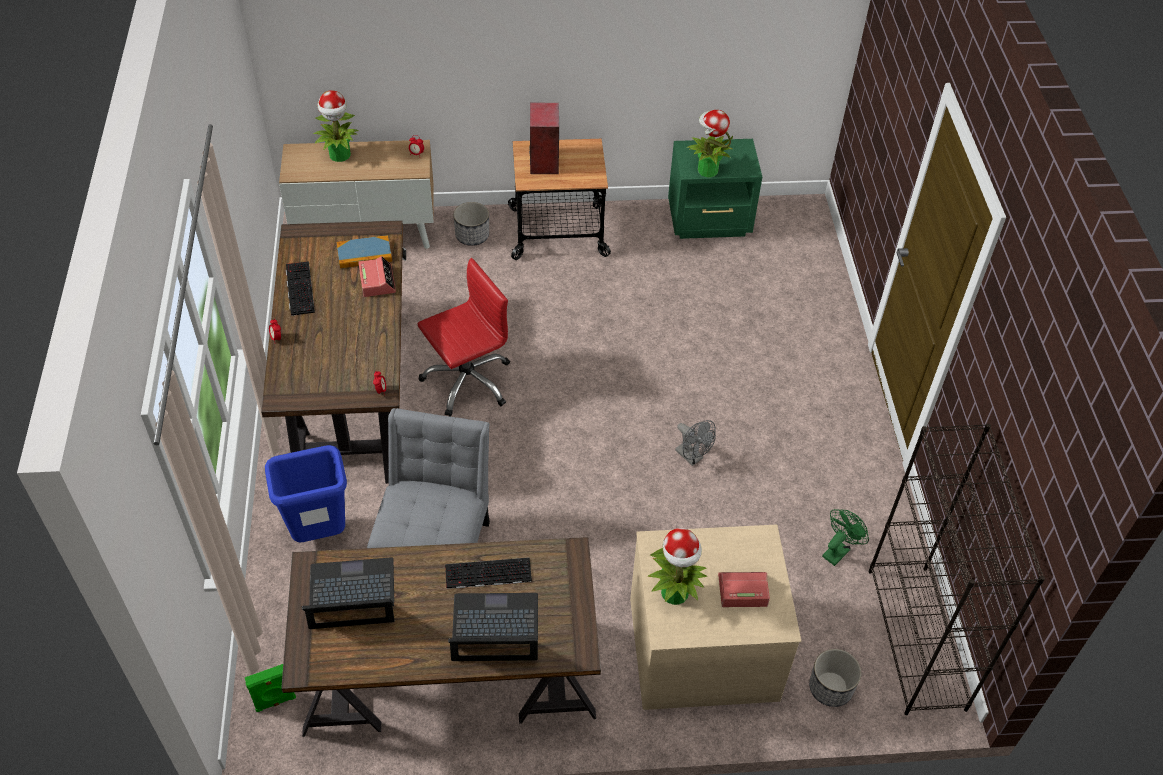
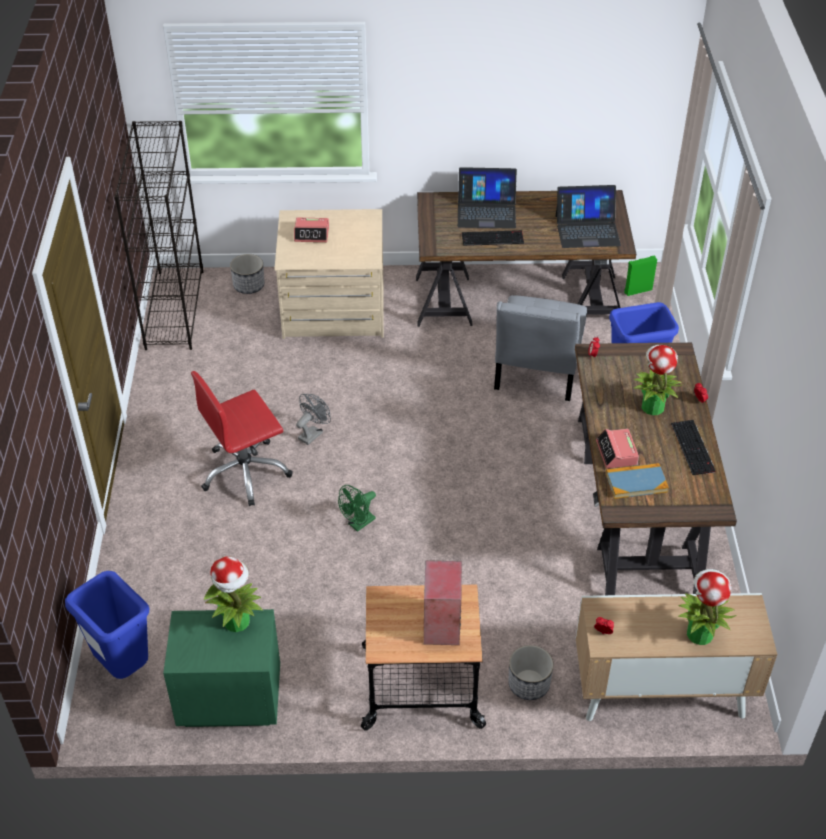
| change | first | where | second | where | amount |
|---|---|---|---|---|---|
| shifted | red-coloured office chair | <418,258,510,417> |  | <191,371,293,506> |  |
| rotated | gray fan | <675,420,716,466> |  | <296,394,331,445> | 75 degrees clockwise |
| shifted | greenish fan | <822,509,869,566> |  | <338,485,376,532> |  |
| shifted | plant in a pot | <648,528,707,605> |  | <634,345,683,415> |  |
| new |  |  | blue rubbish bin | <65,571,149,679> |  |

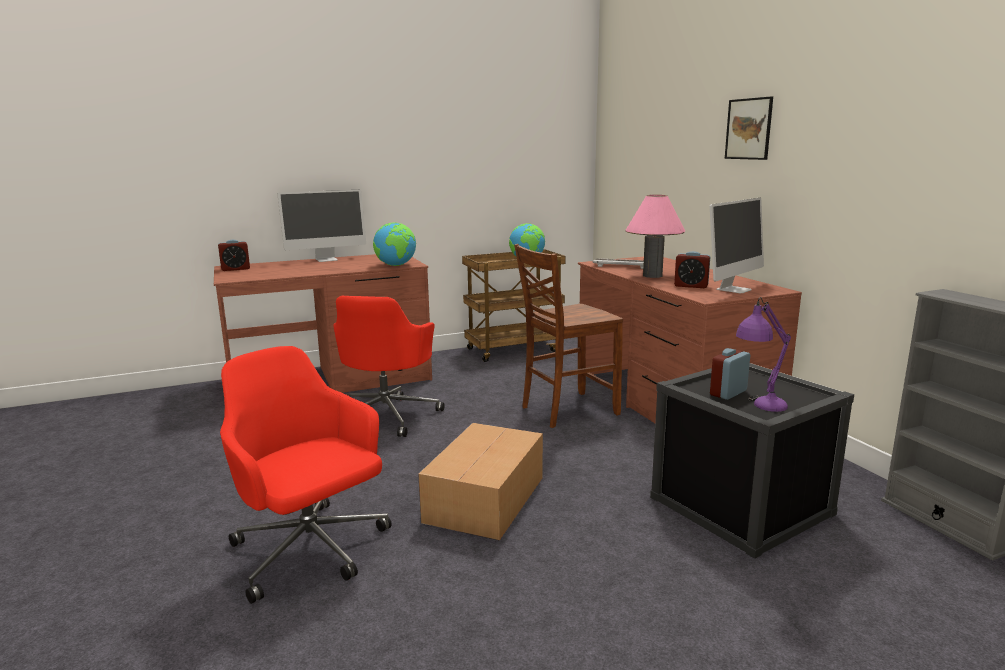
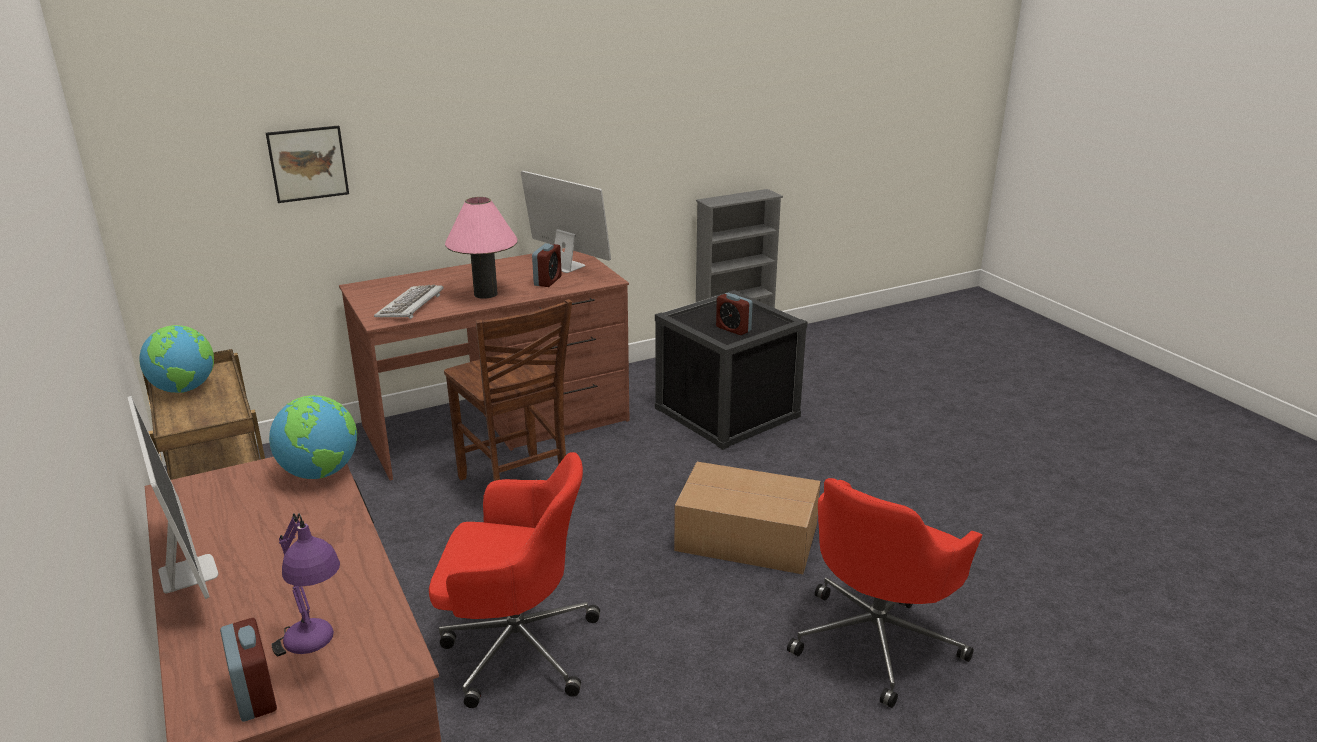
| change | first | where | second | where | amount |
|---|---|---|---|---|---|
| shifted | picture | <725,96,773,160> |  | <266,125,349,203> |  |
| shifted | purplish tabletop lamp | <736,297,791,412> |  | <272,513,340,657> |  |

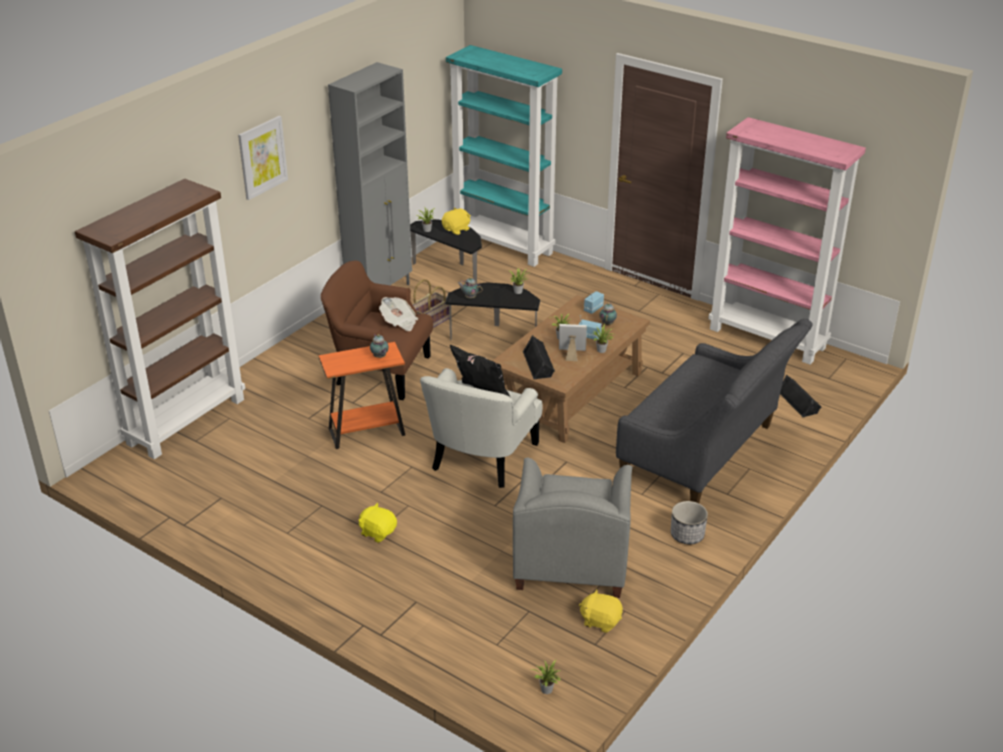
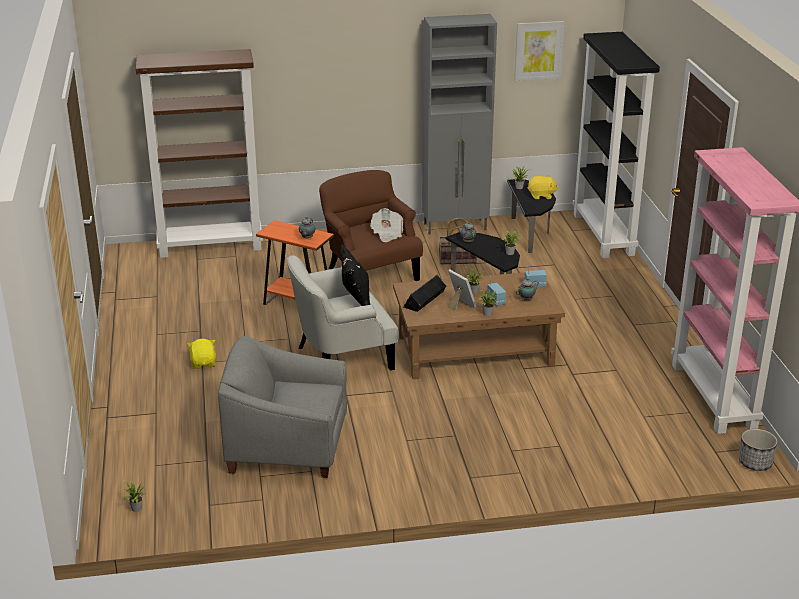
| change | first | where | second | where | amount |
|---|---|---|---|---|---|
| repainted | blue-green bookshelf | <446,45,562,267> | blackish bookshelf | <572,32,660,258> |  |
| shifted | picture | <238,116,288,200> |  | <514,21,565,81> |  |
| gone | gray settee | <616,319,813,503> |  |  |  |
| gone | blackish audio speaker | <780,375,821,417> |  |  |  |
| rotated | gray lounge chair | <513,458,633,598> |  | <218,336,347,478> | 45 degrees clockwise |
| shifted | planter | <671,501,708,544> |  | <739,429,778,471> |  |
| gone | yellow-coloured soft toy | <579,589,623,633> |  |  |  |

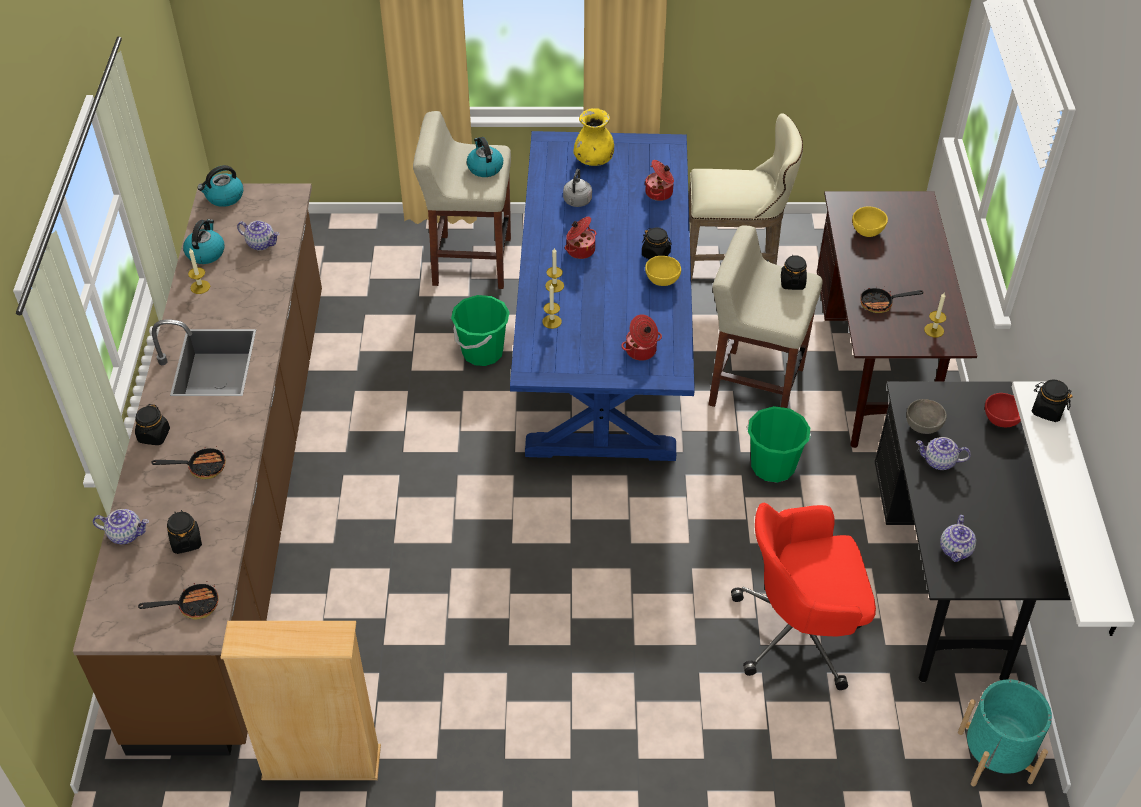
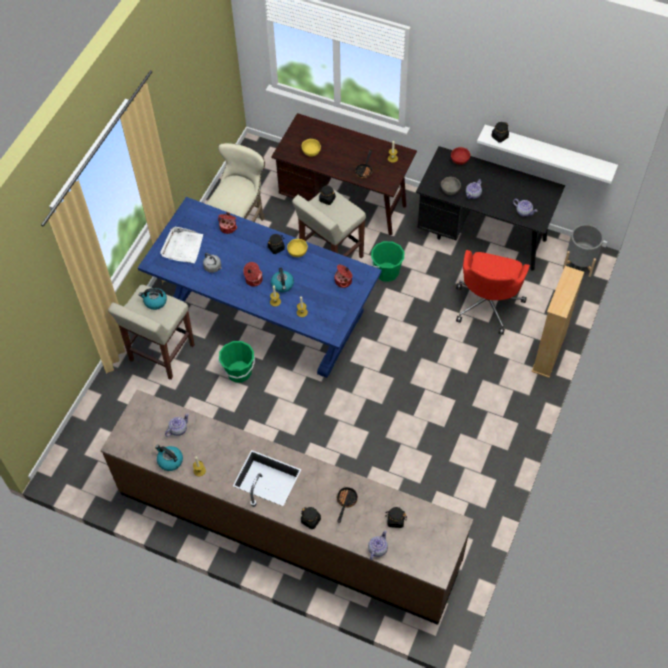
| change | first | where | second | where | amount |
|---|---|---|---|---|---|
| swapped | yellow-coloured flower vase | <573,108,614,166> | white carrying tray | <160,227,203,263> |  |
| shifted | water kettle | <198,165,243,207> |  | <271,268,294,292> |  |
| gone | skillet | <138,581,218,620> |  |  |  |
| shifted | beige bookshelf | <220,621,381,780> |  | <531,266,584,378> |  |
| repainted | blue-green planter | <958,679,1052,786> | gray planter | <563,224,604,277> |  |

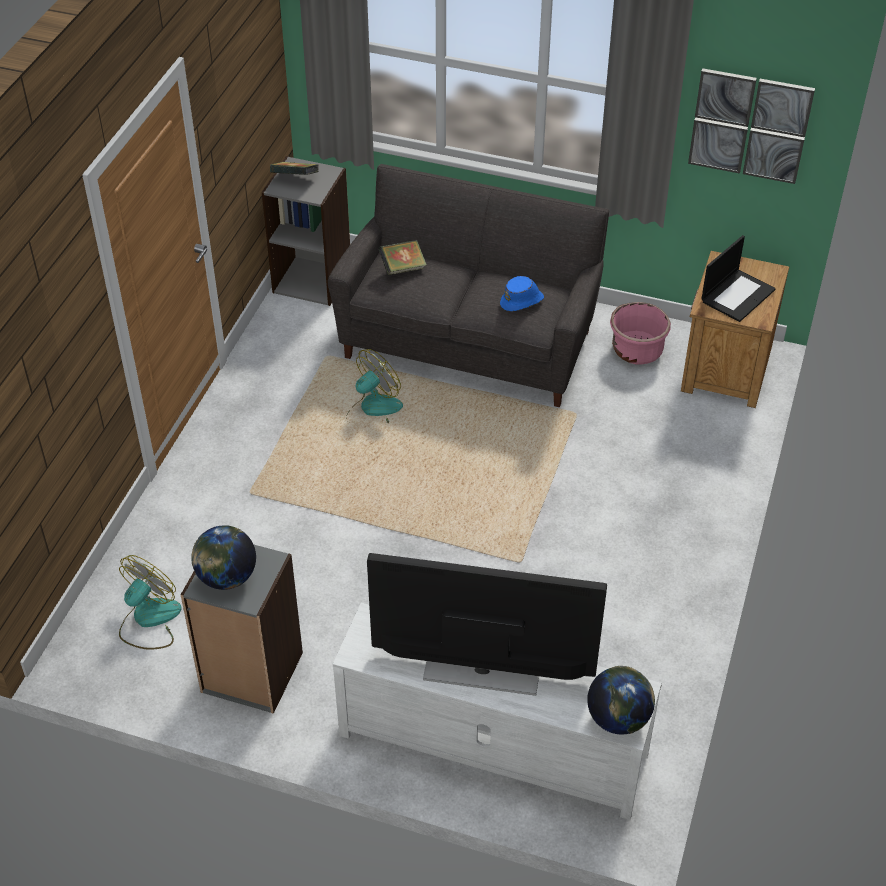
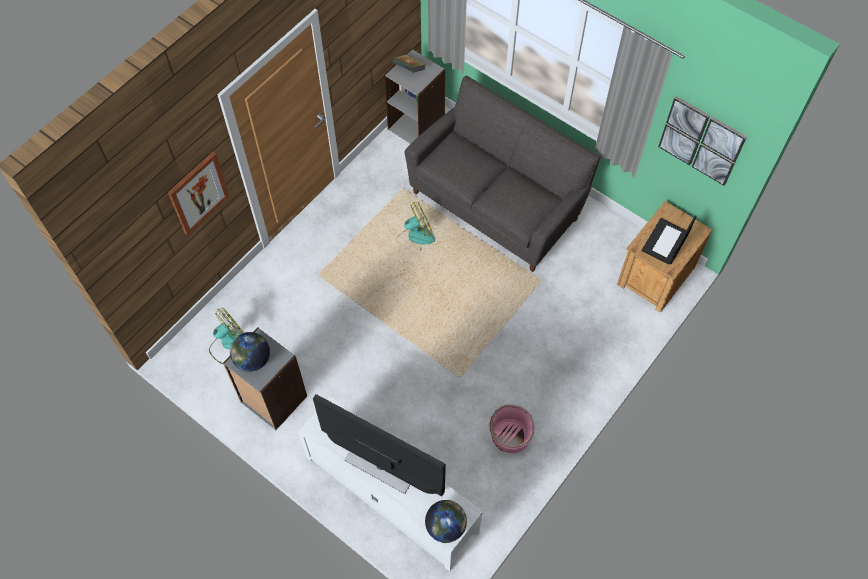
| change | first | where | second | where | amount |
|---|---|---|---|---|---|
| rotated | portable computer | <701,235,776,322> |  | <641,215,697,264> | 150 degrees clockwise |
| gone | volume | <378,240,427,275> |  |  |  |
| gone | blue wearable hat | <500,276,544,311> |  |  |  |
| shifted | pink planter | <610,302,671,364> |  | <489,405,535,453> |  |
| new |  |  | picture | <168,152,229,235> |  |

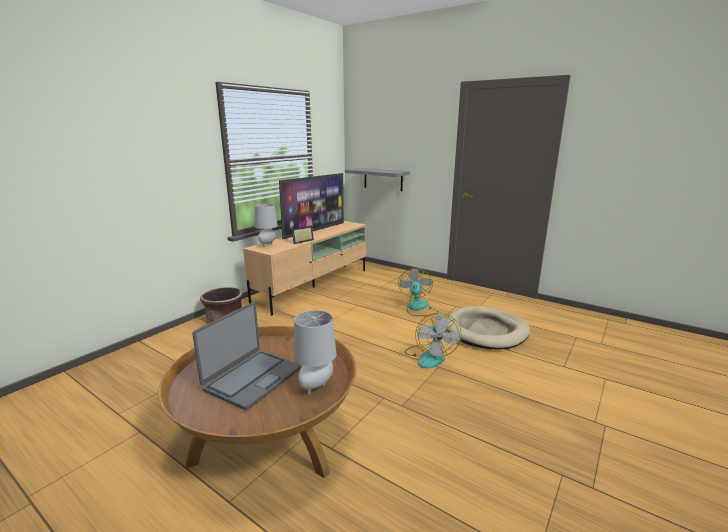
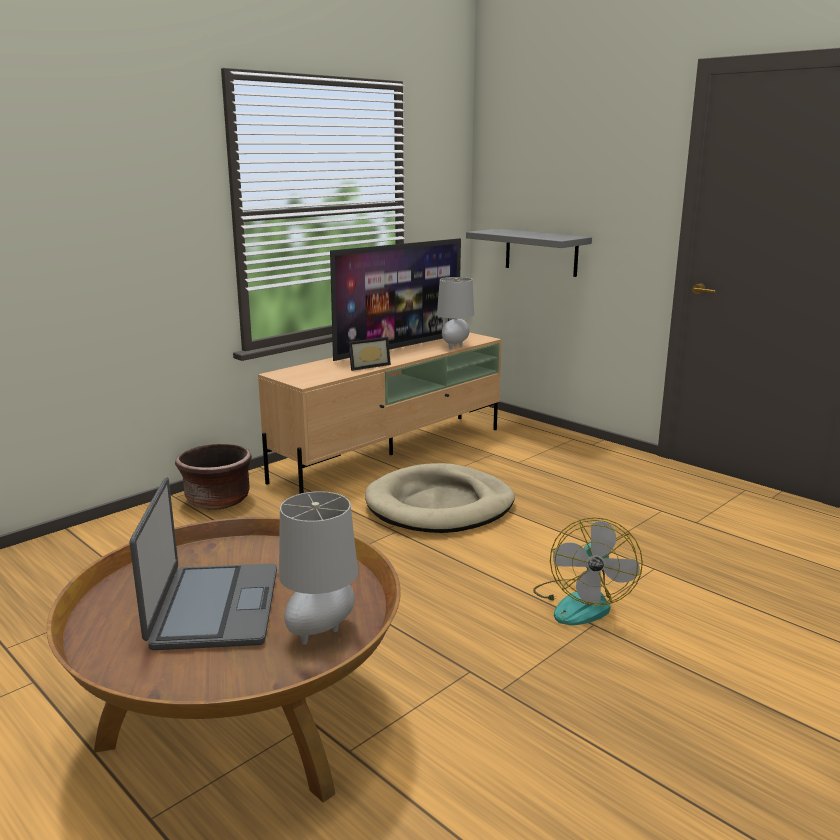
| change | first | where | second | where | amount |
|---|---|---|---|---|---|
| shifted | gray tabletop lamp | <254,203,278,247> |  | <437,277,474,350> |  |
| gone | fan | <398,268,439,316> |  |  |  |
| rotated | portable computer | <192,302,301,410> |  | <130,477,277,650> | 45 degrees counterclockwise |
| shifted | beige dog bed | <446,306,530,350> |  | <365,463,515,533> |  |

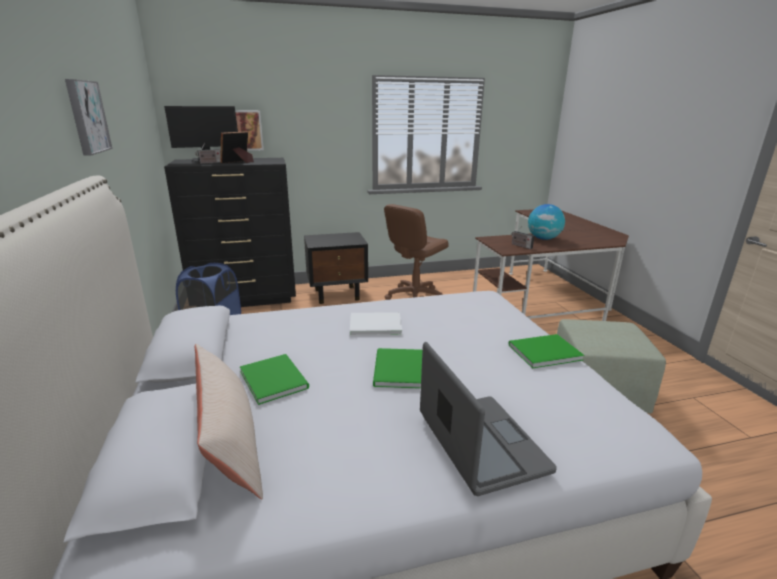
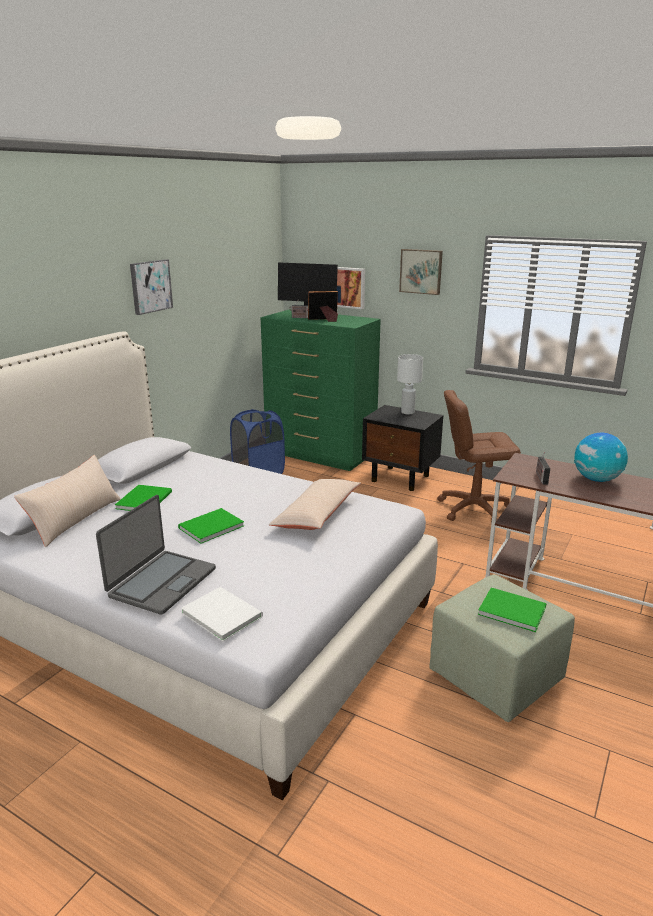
| change | first | where | second | where | amount |
|---|---|---|---|---|---|
| repainted | blackish drawer chest | <164,158,296,307> | greenish drawer chest | <261,309,381,471> |  |
| shifted | white volume | <350,312,402,336> |  | <181,587,263,641> |  |
| shifted | greenish volume | <509,334,584,368> |  | <478,588,546,632> |  |
| new |  |  | picture | <399,249,443,295> |  |
| new |  |  | white tabletop lamp | <397,354,423,414> |  |
| new |  |  | beige throw pillow | <269,479,361,530> |  |

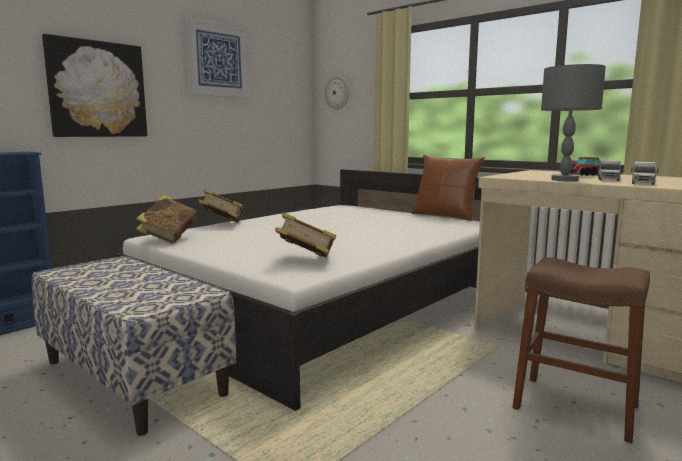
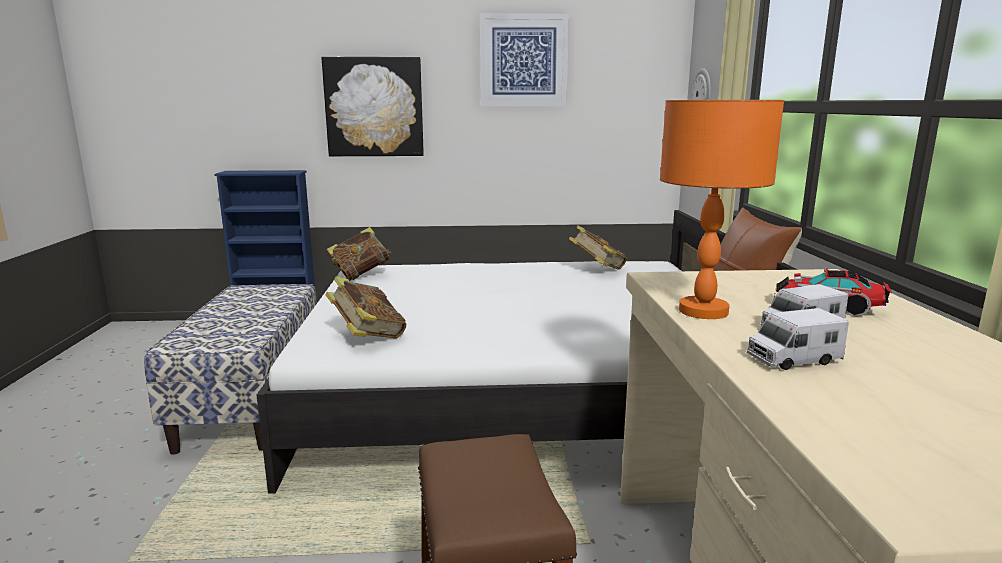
| change | first | where | second | where | amount |
|---|---|---|---|---|---|
| repainted | gray tabletop lamp | <541,64,606,181> | orange-coloured tabletop lamp | <660,100,784,319> |  |
| shifted | volume | <199,189,243,222> |  | <569,225,627,270> |  |

